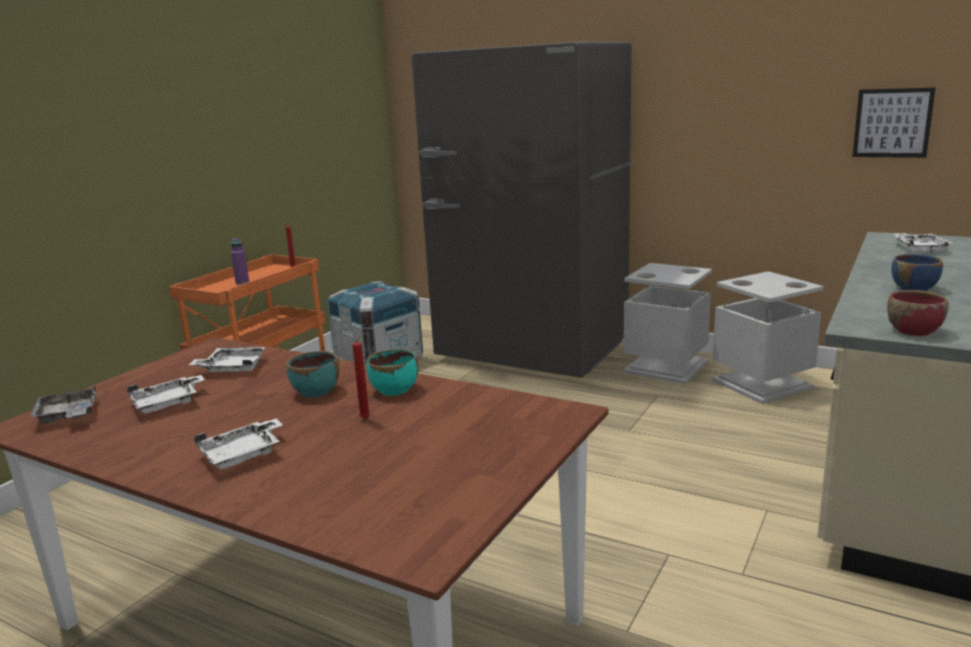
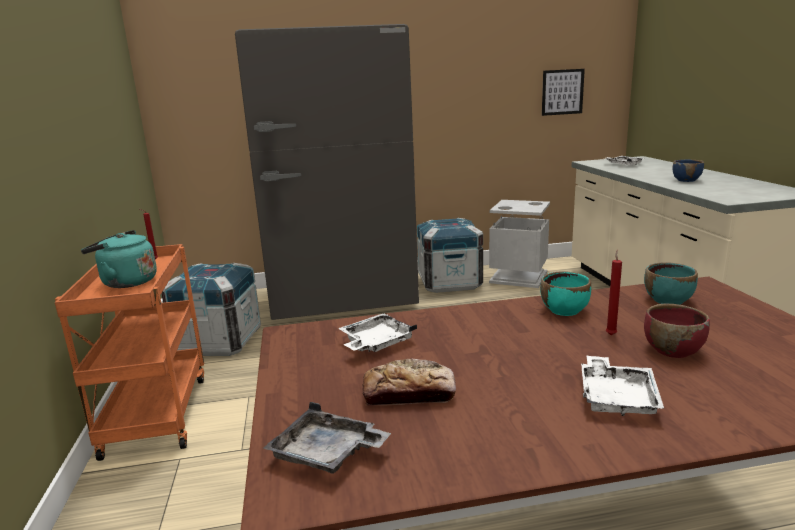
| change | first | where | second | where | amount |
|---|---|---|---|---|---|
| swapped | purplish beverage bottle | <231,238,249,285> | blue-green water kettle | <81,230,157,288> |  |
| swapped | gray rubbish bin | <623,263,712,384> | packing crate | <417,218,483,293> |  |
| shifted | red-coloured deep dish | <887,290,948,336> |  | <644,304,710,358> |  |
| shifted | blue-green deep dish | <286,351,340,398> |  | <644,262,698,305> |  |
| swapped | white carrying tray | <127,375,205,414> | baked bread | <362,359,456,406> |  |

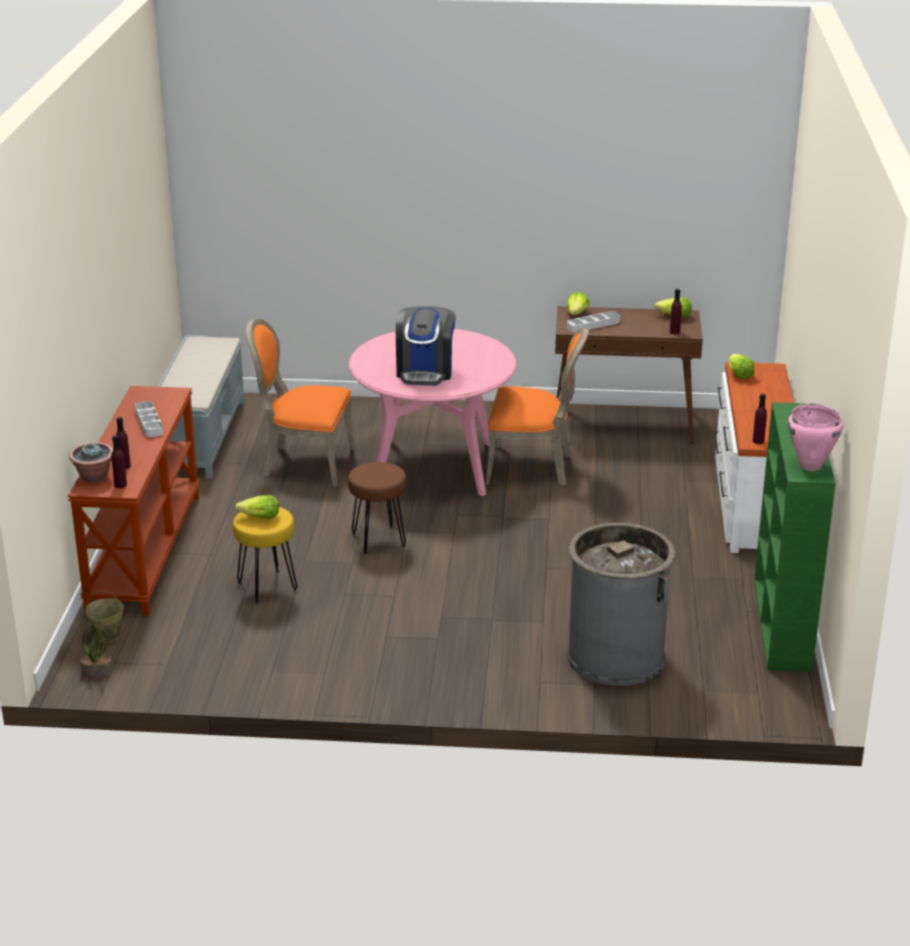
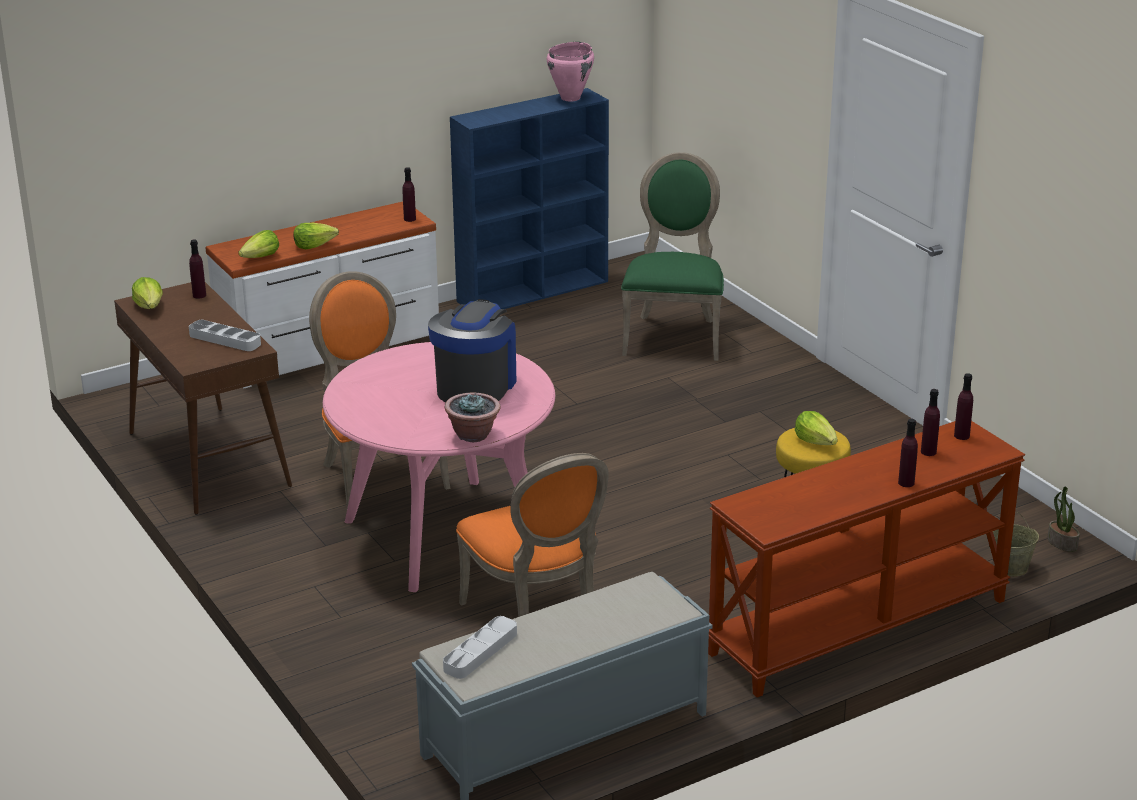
| change | first | where | second | where | amount |
|---|---|---|---|---|---|
| shifted | head of lettuce | <567,292,590,315> |  | <293,223,339,249> |  |
| rotated | coffee brewer | <396,306,456,386> |  | <428,299,516,402> | 45 degrees counterclockwise |
| shifted | gray carrying tray | <135,401,163,437> |  | <443,616,517,679> |  |
| repainted | greenish bookshelf | <754,402,836,672> | blue bookshelf | <450,88,609,309> |  |
| shifted | plant in a pot | <69,442,113,482> |  | <445,392,500,442> |  |
| gone | brown-coloured sitting stool | <348,462,406,554> |  |  |  |
| swapped | gray rubbish bin | <567,523,675,686> | greenish plain chair | <621,152,724,361> |  |
| new |  |  | purplish beverage bottle | <898,419,918,487> |  |

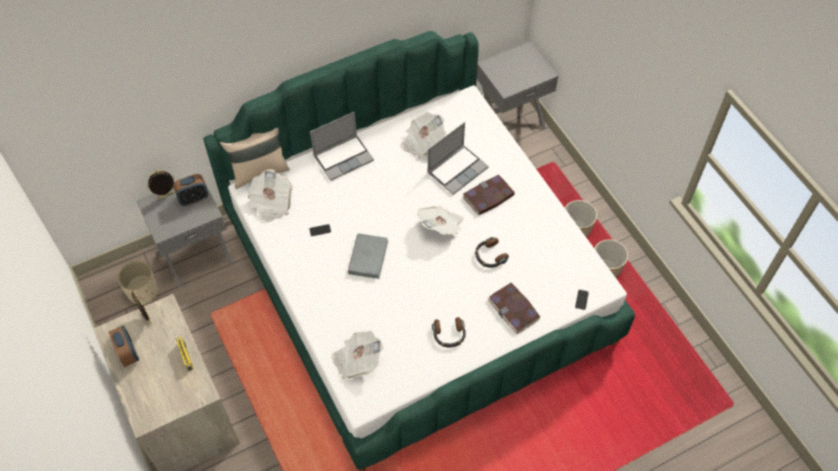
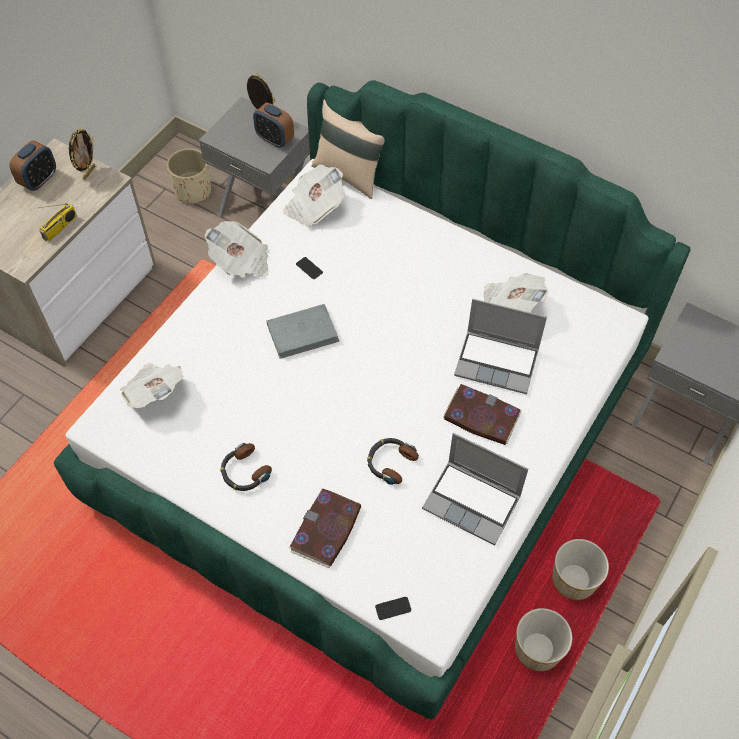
| change | first | where | second | where | amount |
|---|---|---|---|---|---|
| shifted | portable computer | <310,112,374,181> |  | <422,433,528,545> |  |
| shifted | printed paper | <417,206,464,235> |  | <205,221,268,278> |  |

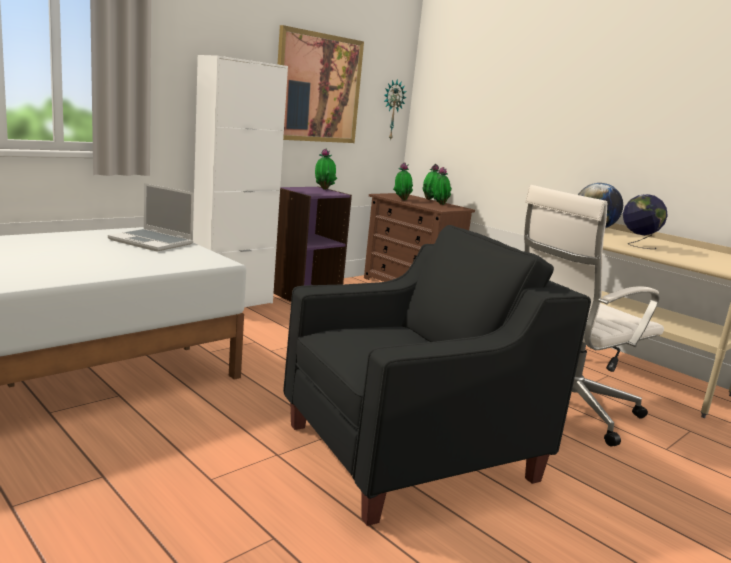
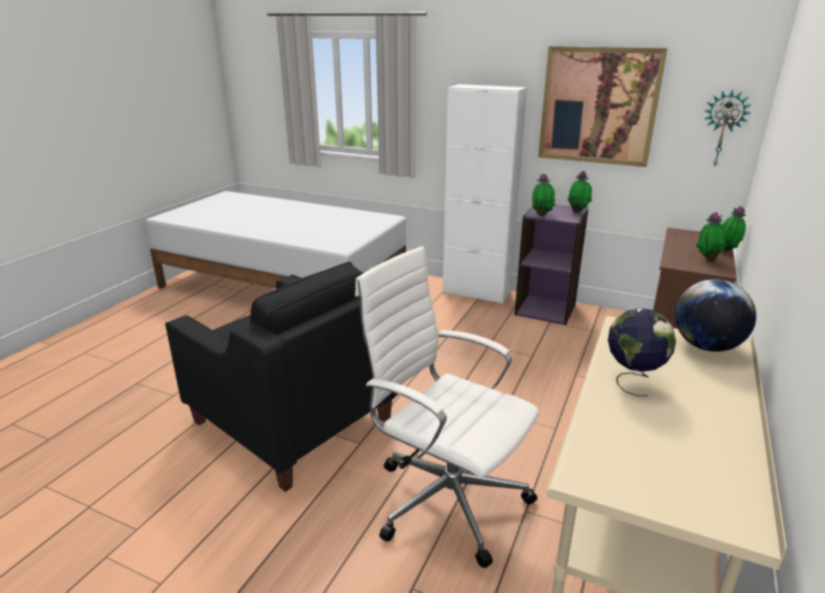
| change | first | where | second | where | amount |
|---|---|---|---|---|---|
| shifted | plant in a pot | <393,163,413,200> |  | <532,173,555,216> |  |
| gone | portable computer | <108,183,194,251> |  |  |  |

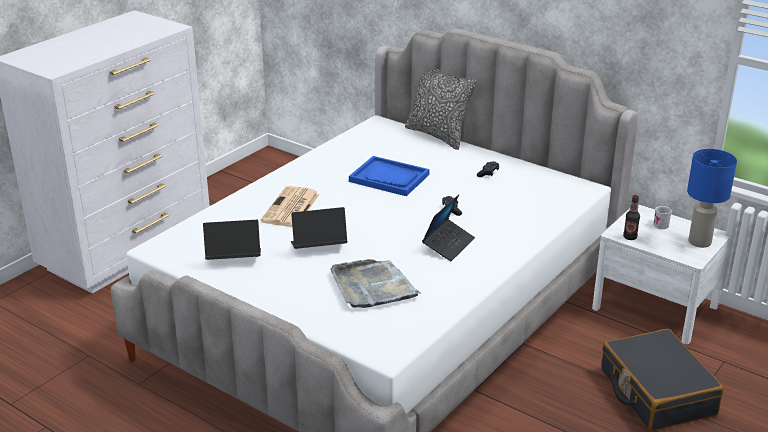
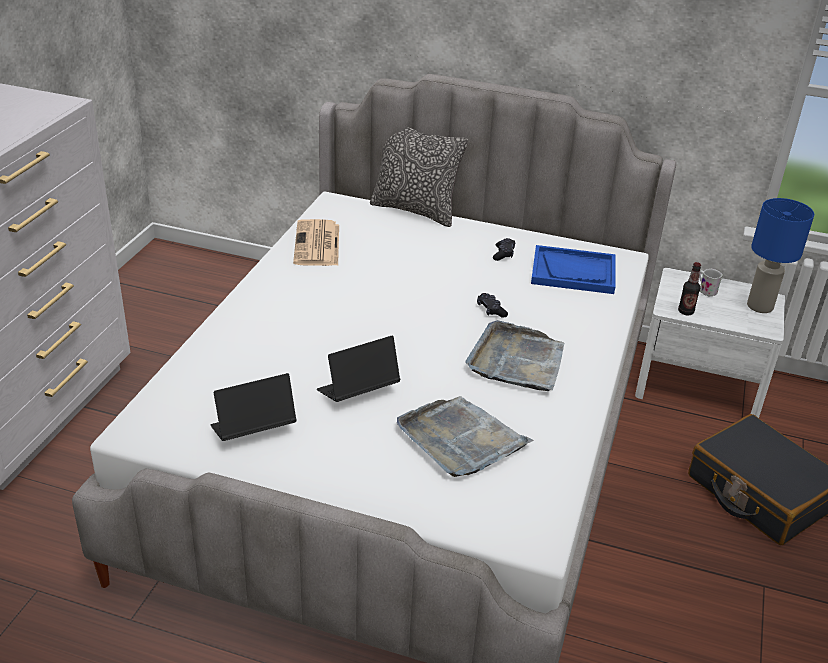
| change | first | where | second | where | amount |
|---|---|---|---|---|---|
| shifted | blue carrying tray | <349,156,429,196> |  | <531,245,615,294> |  |
| shifted | printed paper | <261,186,320,227> |  | <293,219,339,266> |  |
| swapped | portable computer | <422,194,475,261> | gray carrying tray | <465,320,564,391> |  |

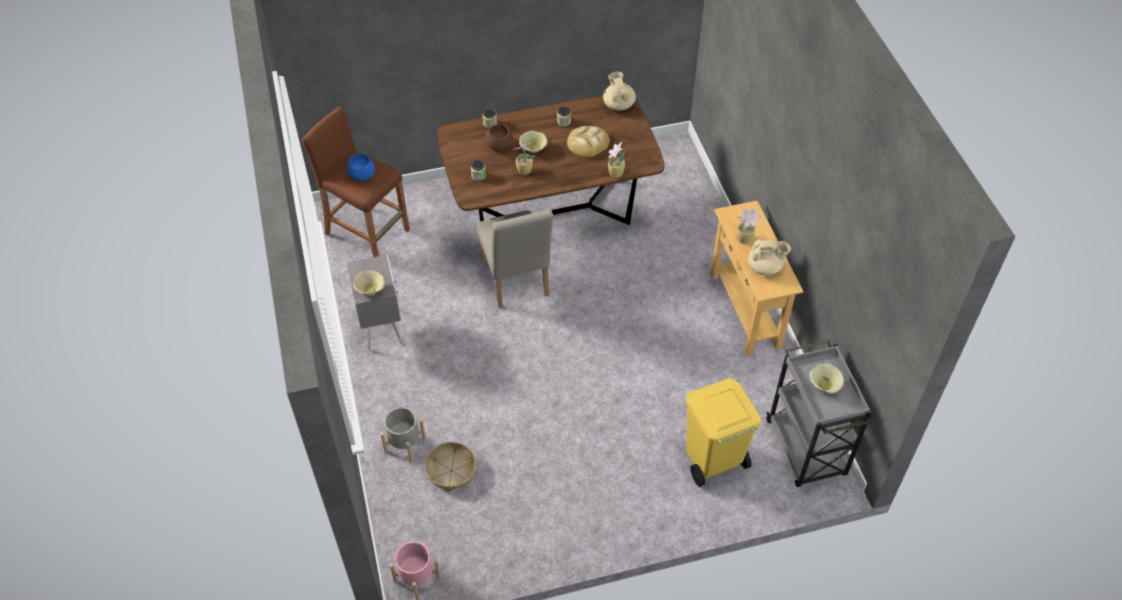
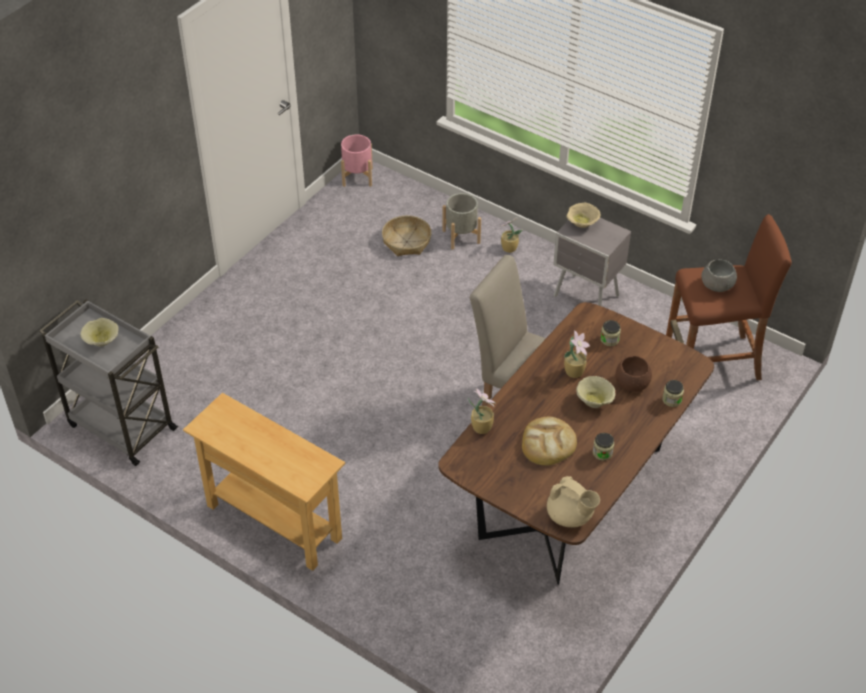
| change | first | where | second | where | amount |
|---|---|---|---|---|---|
| repainted | blue deep dish | <347,154,375,181> | gray deep dish | <702,259,737,292> |  |
| shifted | plant in a pot | <737,208,761,244> |  | <499,217,522,253> |  |
| gone | beige pot for tea | <748,239,791,275> |  |  |  |
| gone | yellow-coloured rubbish bin | <686,378,761,487> |  |  |  |

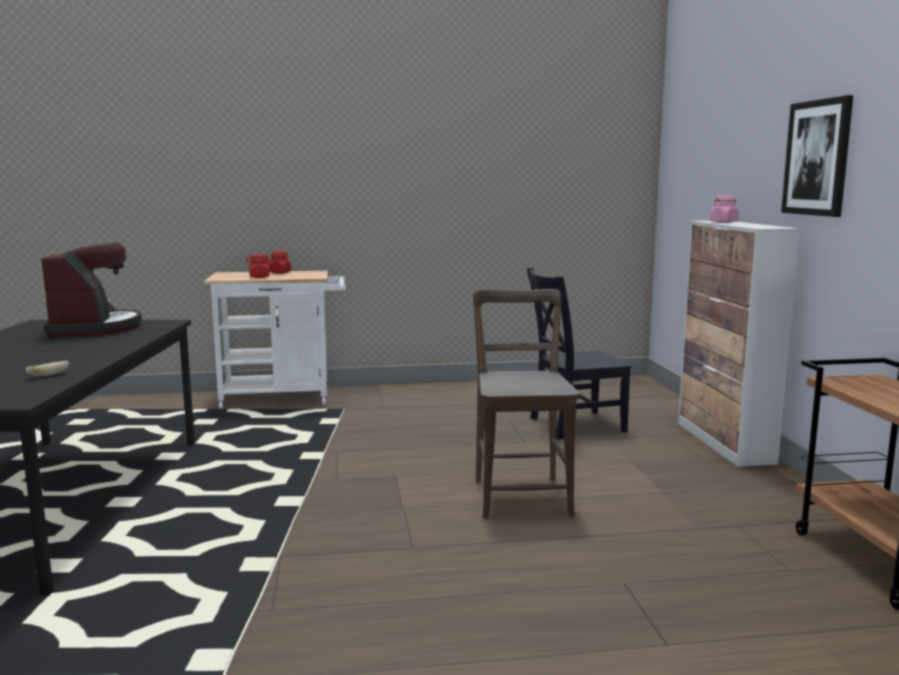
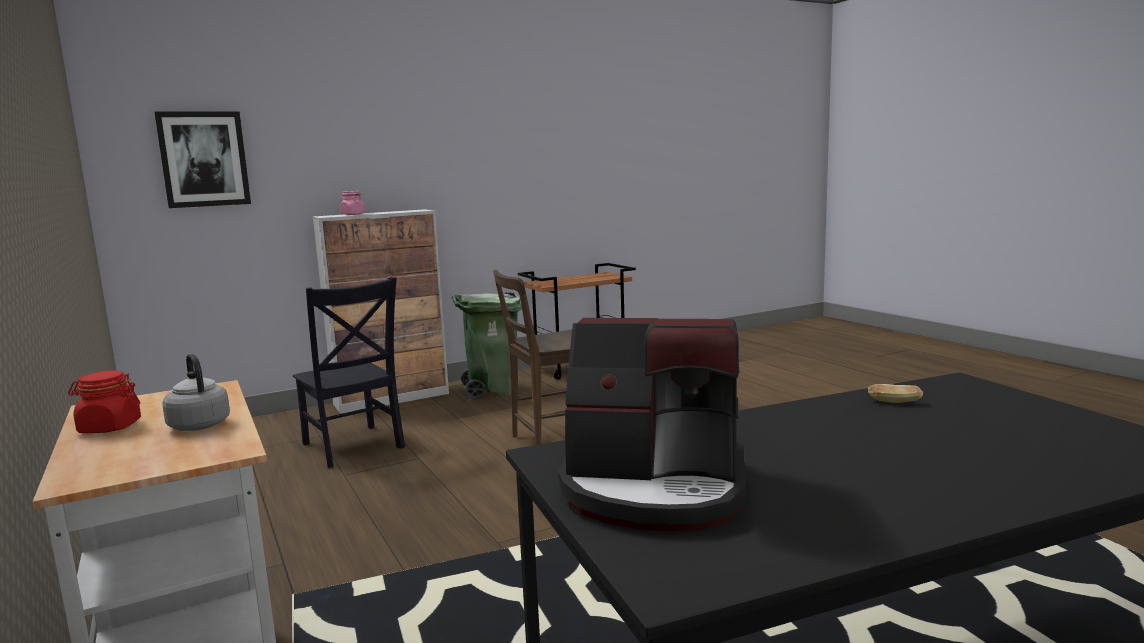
| change | first | where | second | where | amount |
|---|---|---|---|---|---|
| shifted | picture | <781,95,853,217> |  | <154,111,251,208> |  |
| rotated | coffee brewer | <41,243,142,337> |  | <558,318,746,531> | 135 degrees counterclockwise |
| swapped | red-coloured jar | <246,254,272,278> | gray water kettle | <162,354,230,431> |  |
| new |  |  | greenish rubbish bin | <452,292,522,400> |  |

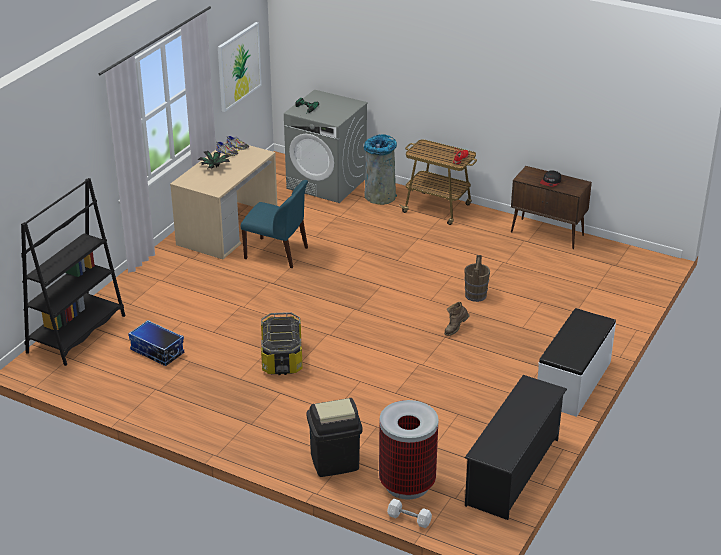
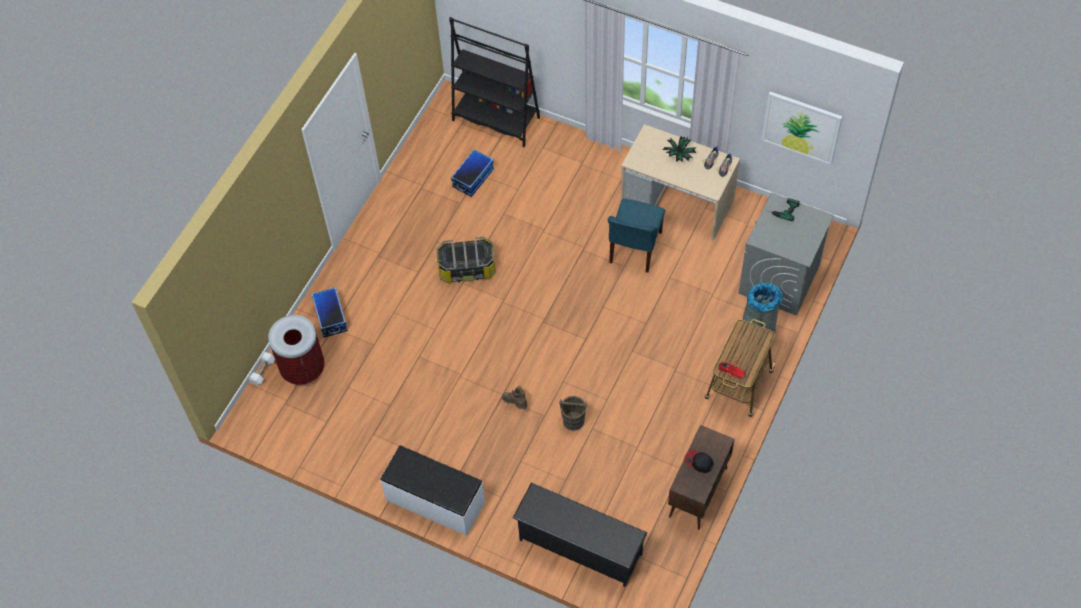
| change | first | where | second | where | amount |
|---|---|---|---|---|---|
| shifted | blackish shoe stand | <465,375,567,520> |  | <513,483,648,587> |  |
| swapped | blackish rubbish bin | <307,398,362,477> | storage container | <311,287,348,338> |  |

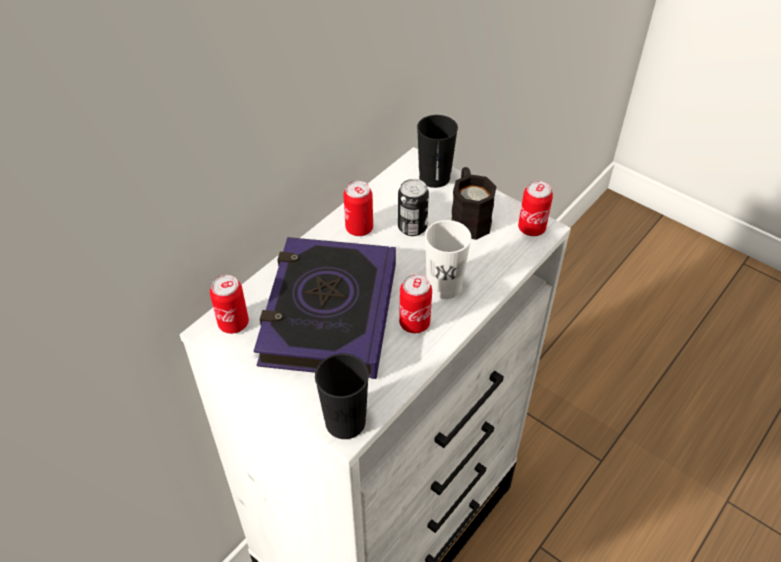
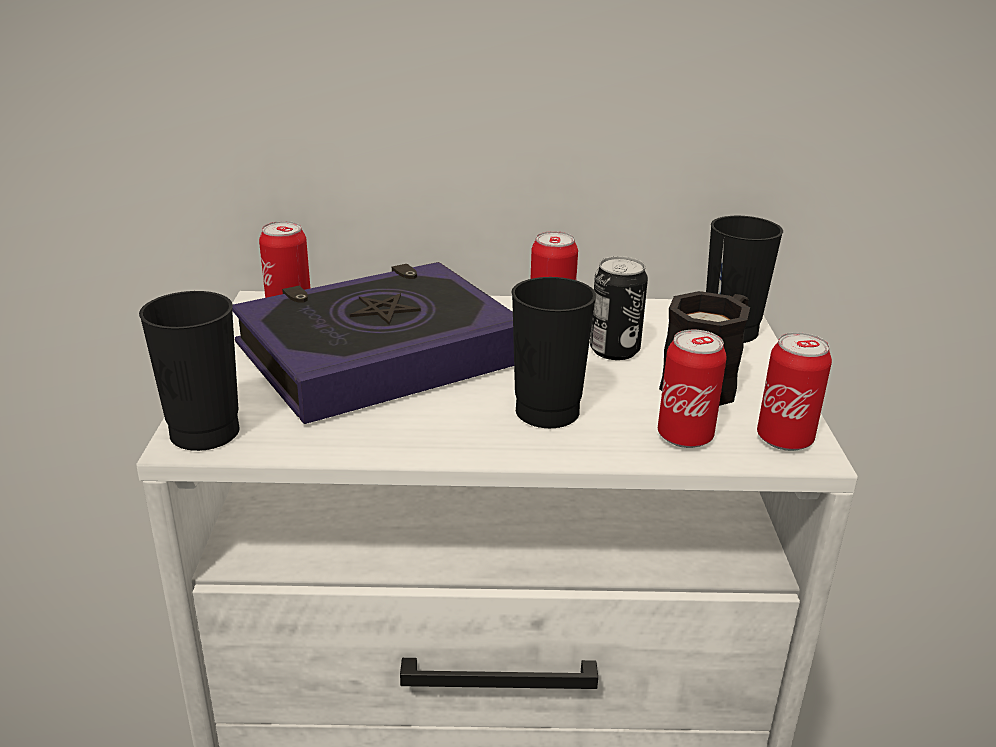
| change | first | where | second | where | amount |
|---|---|---|---|---|---|
| repainted | white cup | <425,220,471,299> | blackish cup | <512,277,596,428> |  |
| shifted | sealed can | <399,274,432,333> |  | <658,330,727,448> |  |

